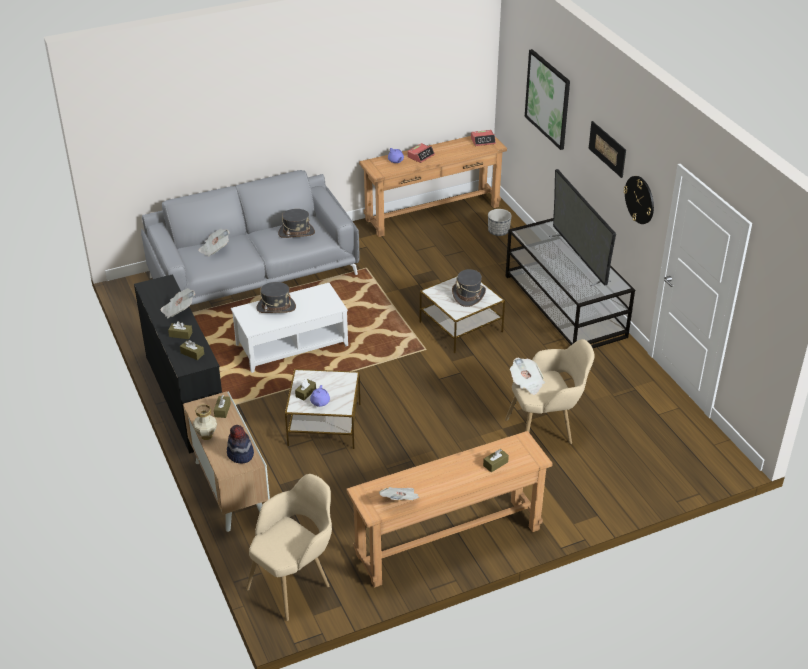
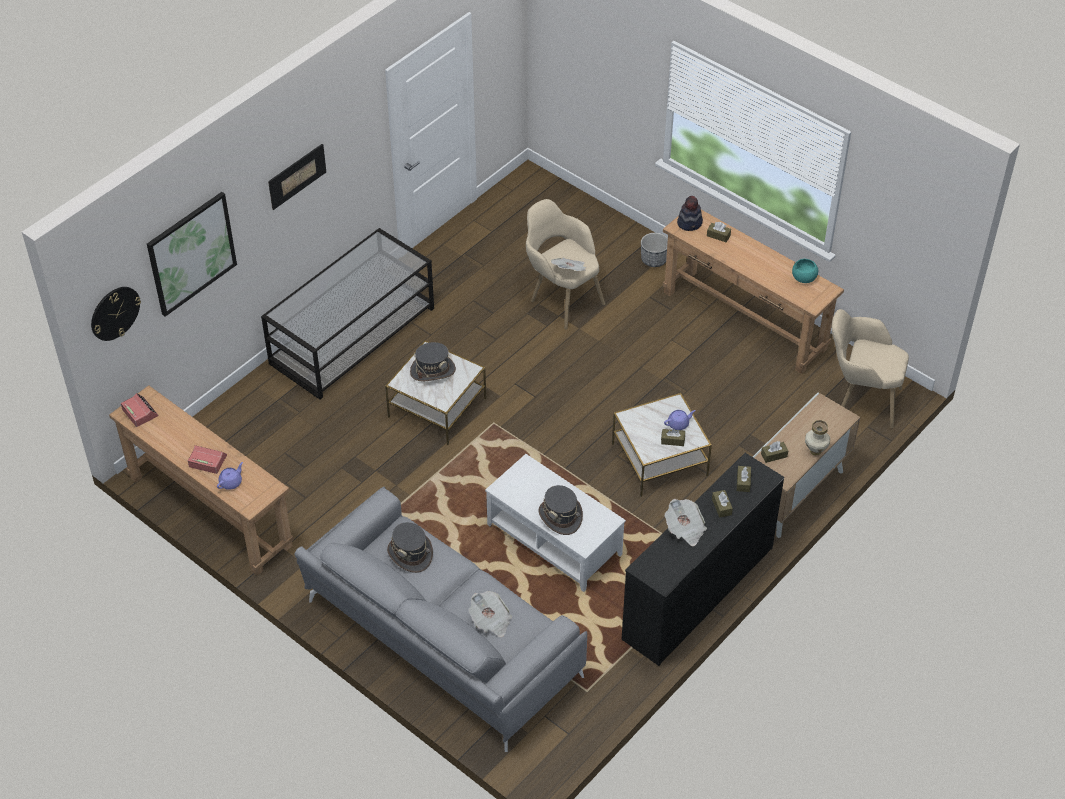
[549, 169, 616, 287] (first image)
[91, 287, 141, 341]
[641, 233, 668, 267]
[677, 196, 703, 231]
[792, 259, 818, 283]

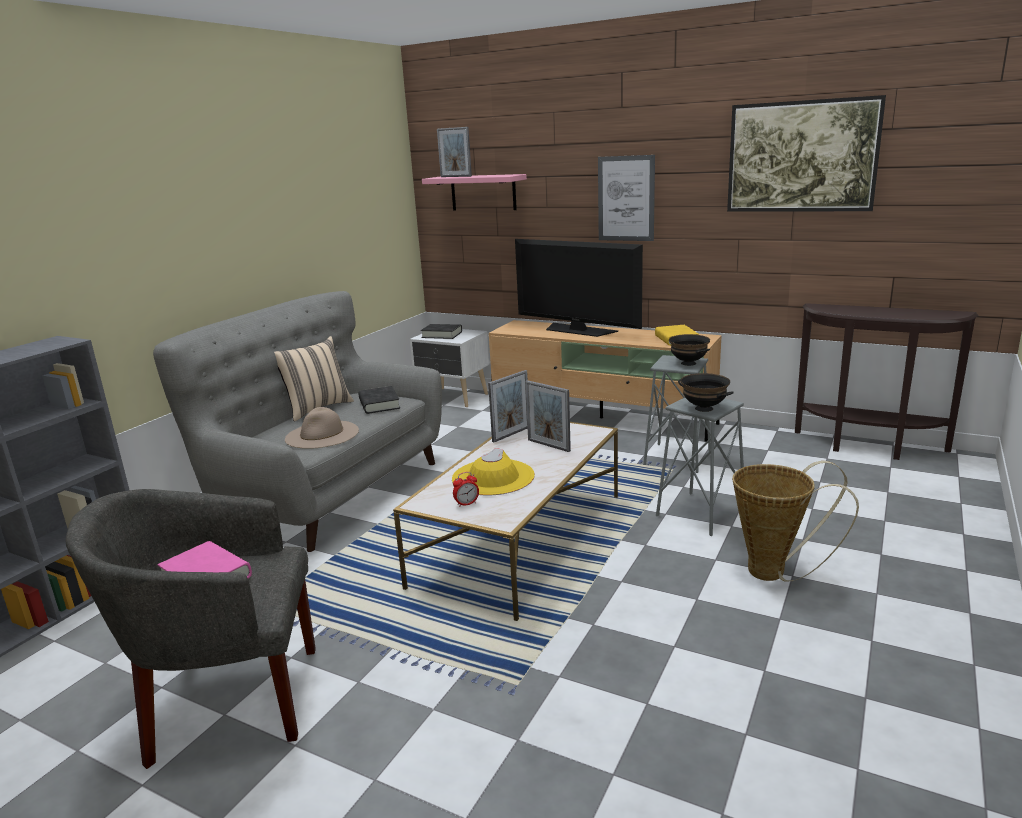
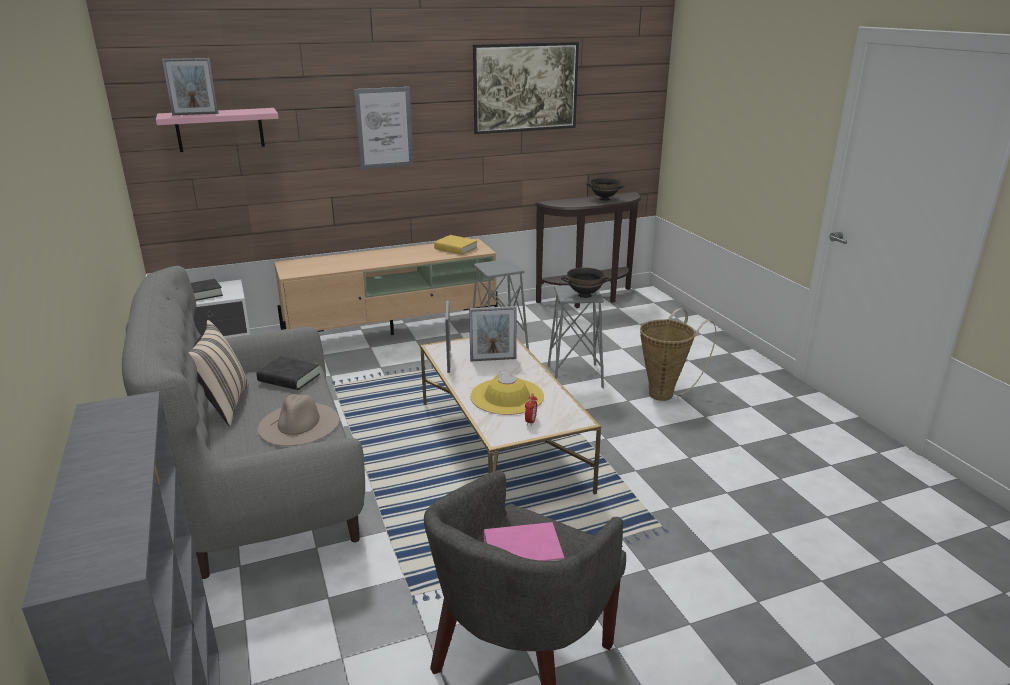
[515, 239, 643, 337] (first image)
[586, 178, 625, 201]

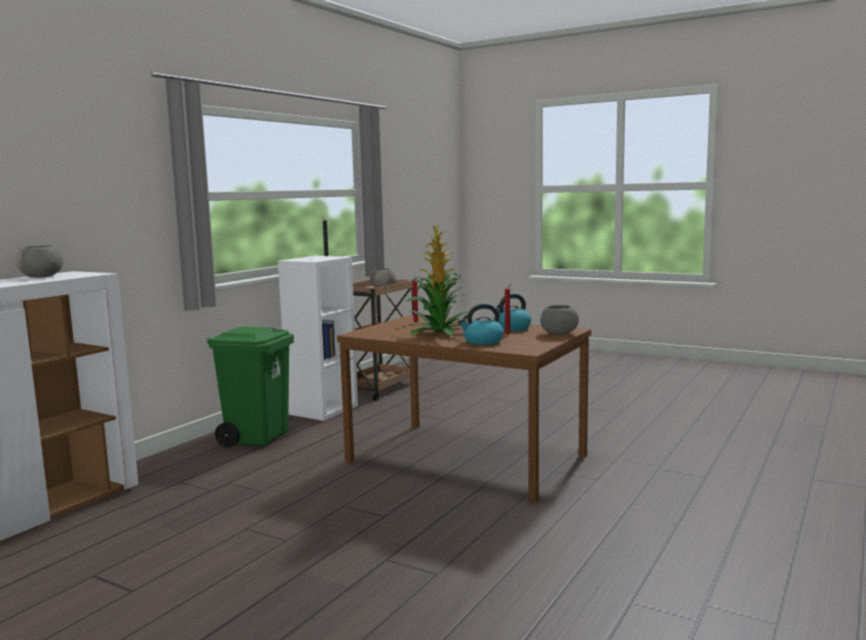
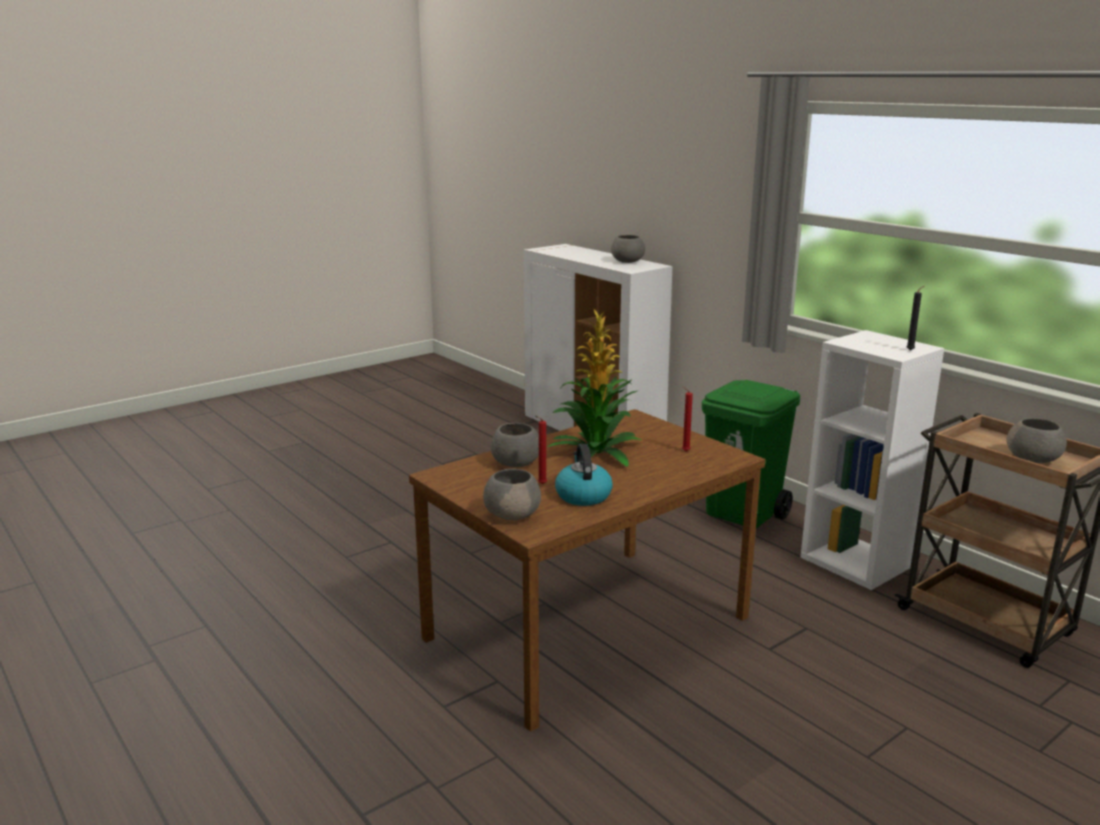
[491, 423, 539, 467]

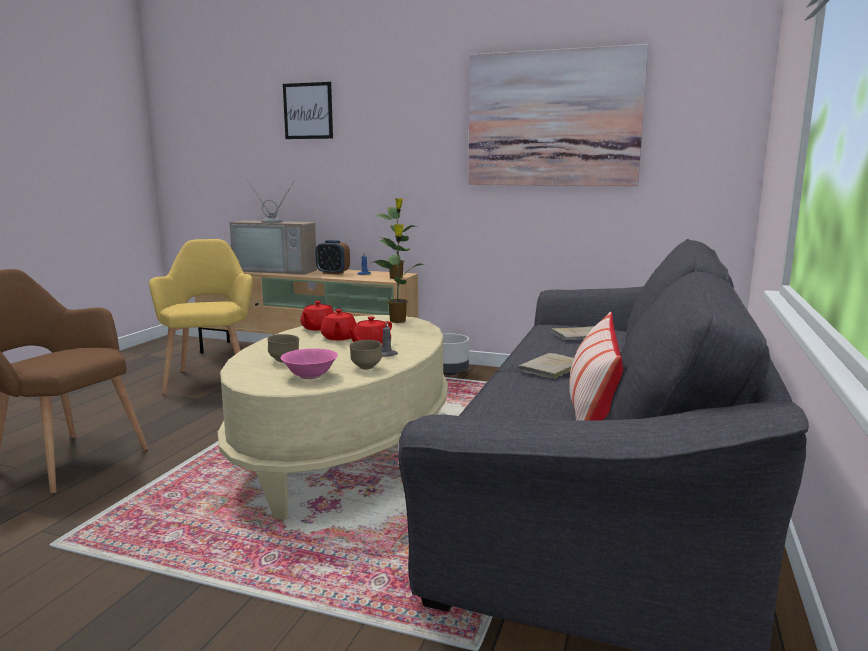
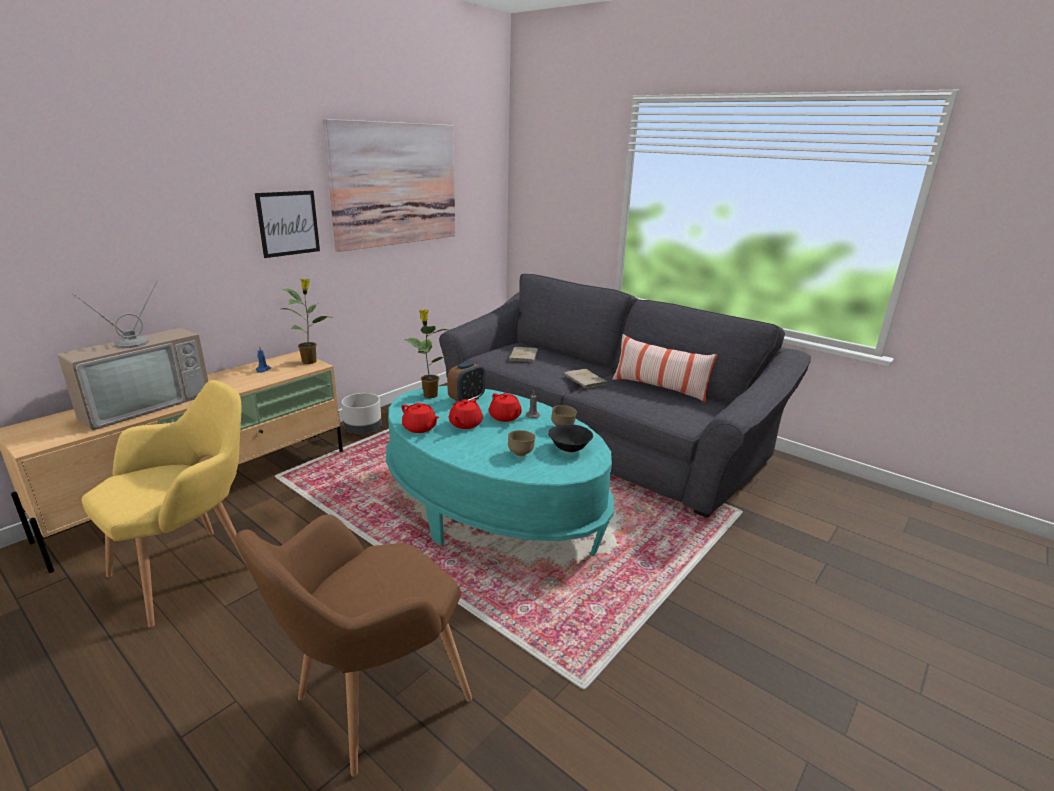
[255, 191, 320, 258]
[82, 380, 248, 627]
[447, 361, 486, 402]
[449, 399, 483, 429]
[386, 386, 614, 556]
[548, 424, 593, 453]

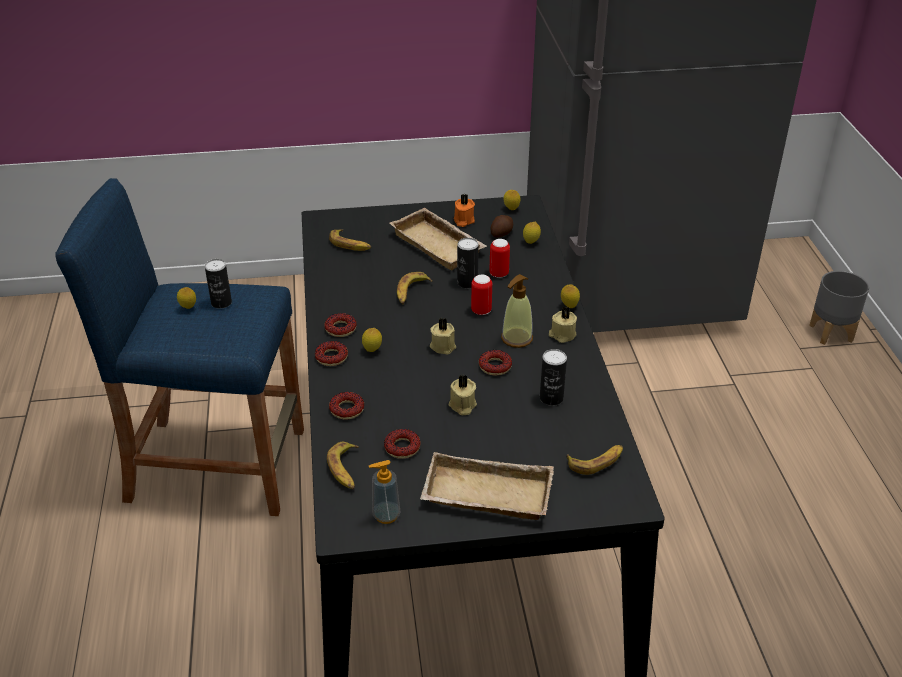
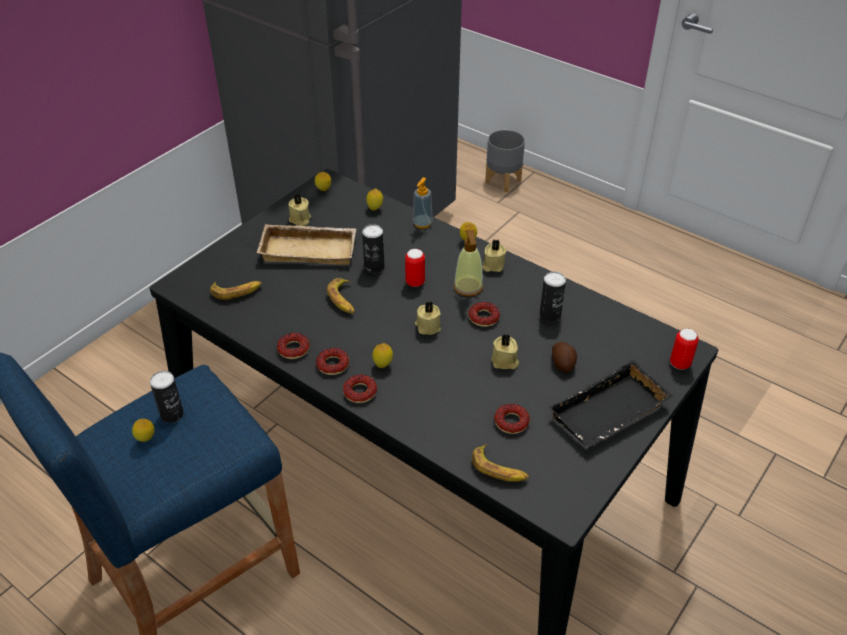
[288, 194, 311, 226]
[552, 342, 577, 373]
[670, 329, 699, 370]
[277, 333, 310, 359]
[566, 445, 623, 475] (first image)
[549, 360, 673, 448]
[413, 177, 433, 229]

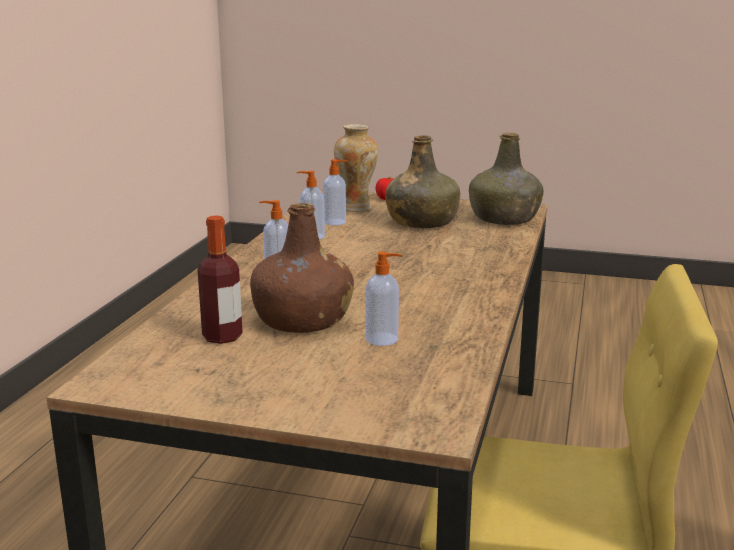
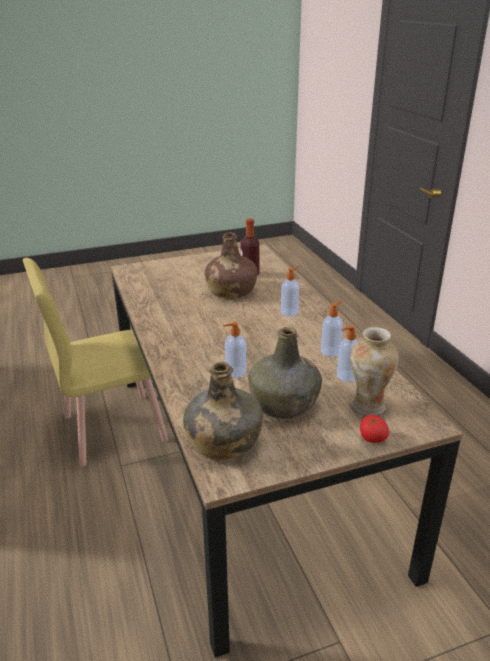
[223, 322, 246, 378]

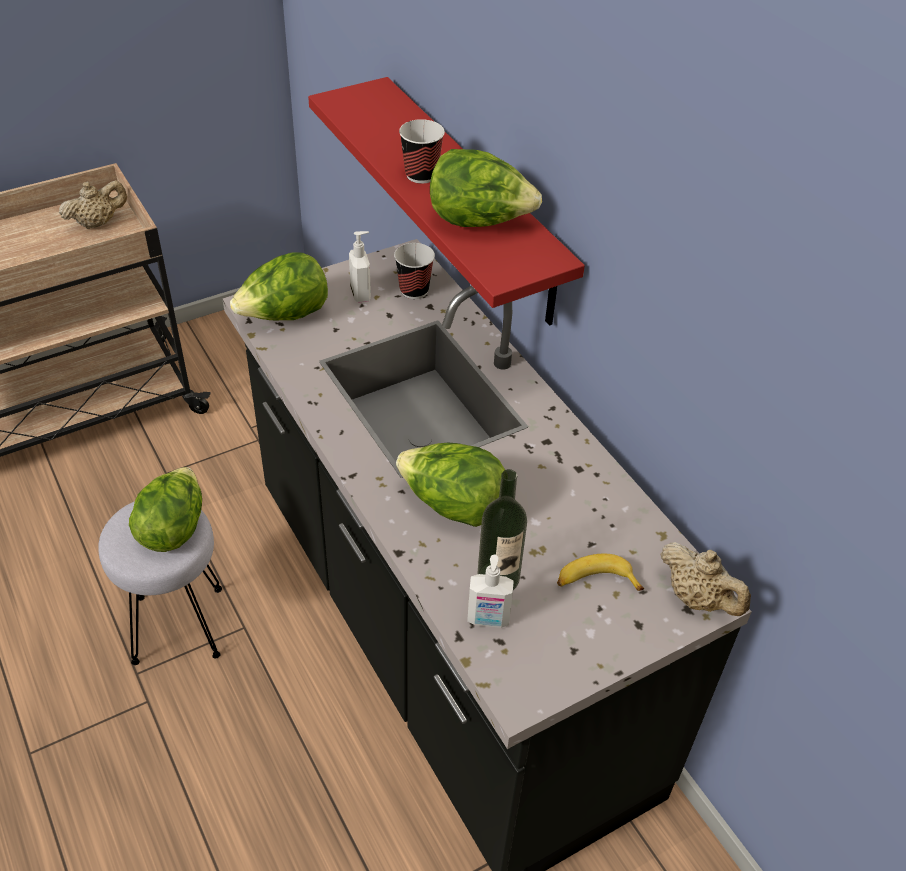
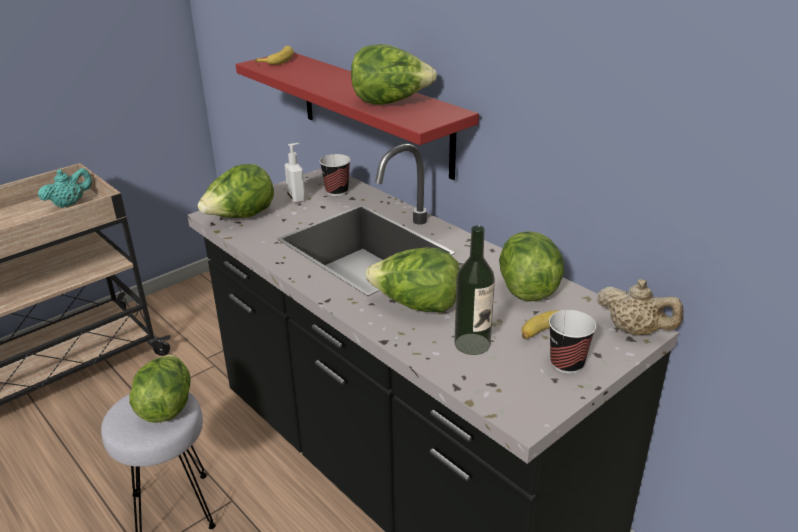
[549, 310, 596, 374]
[38, 168, 92, 208]
[467, 554, 514, 628] (first image)
[255, 46, 294, 65]
[499, 231, 564, 301]

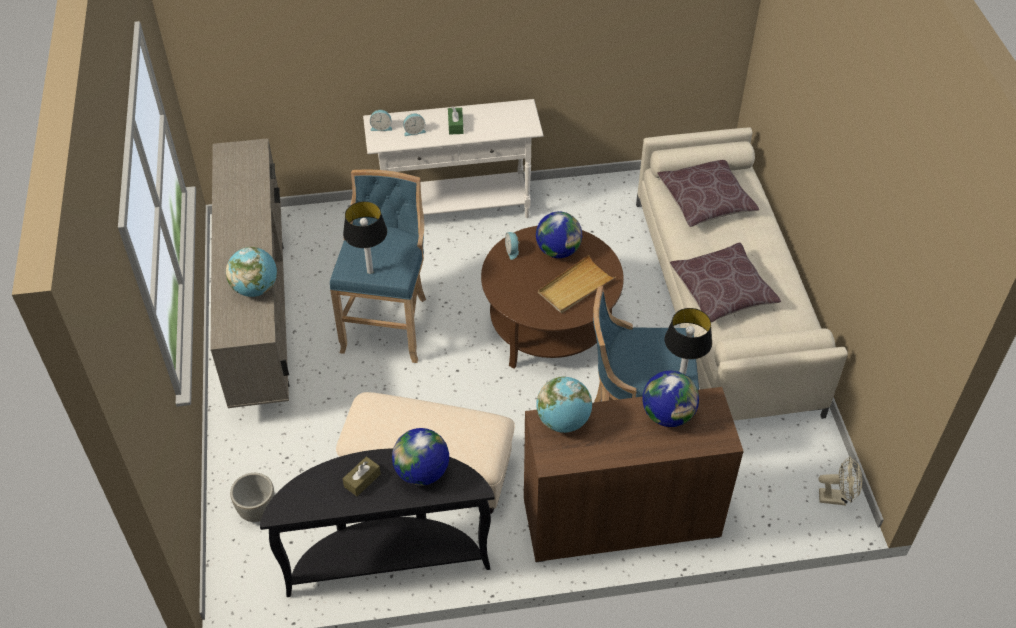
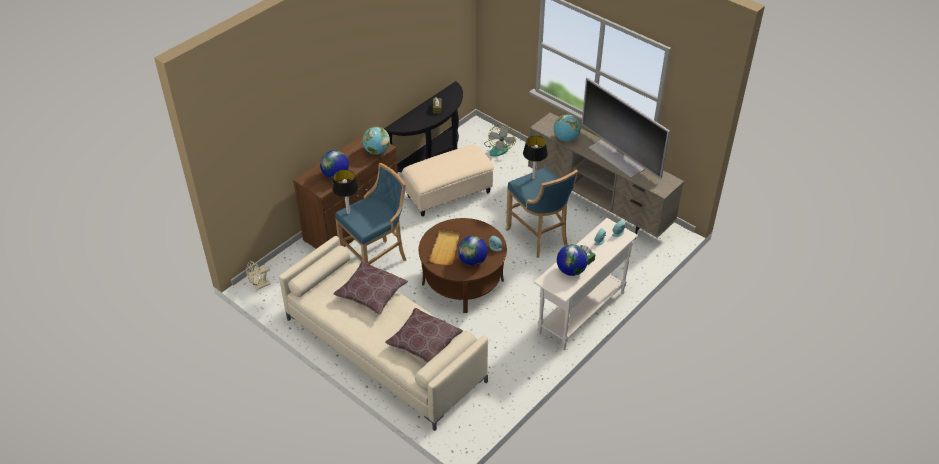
[557, 244, 588, 276]
[484, 125, 516, 156]
[581, 78, 670, 179]

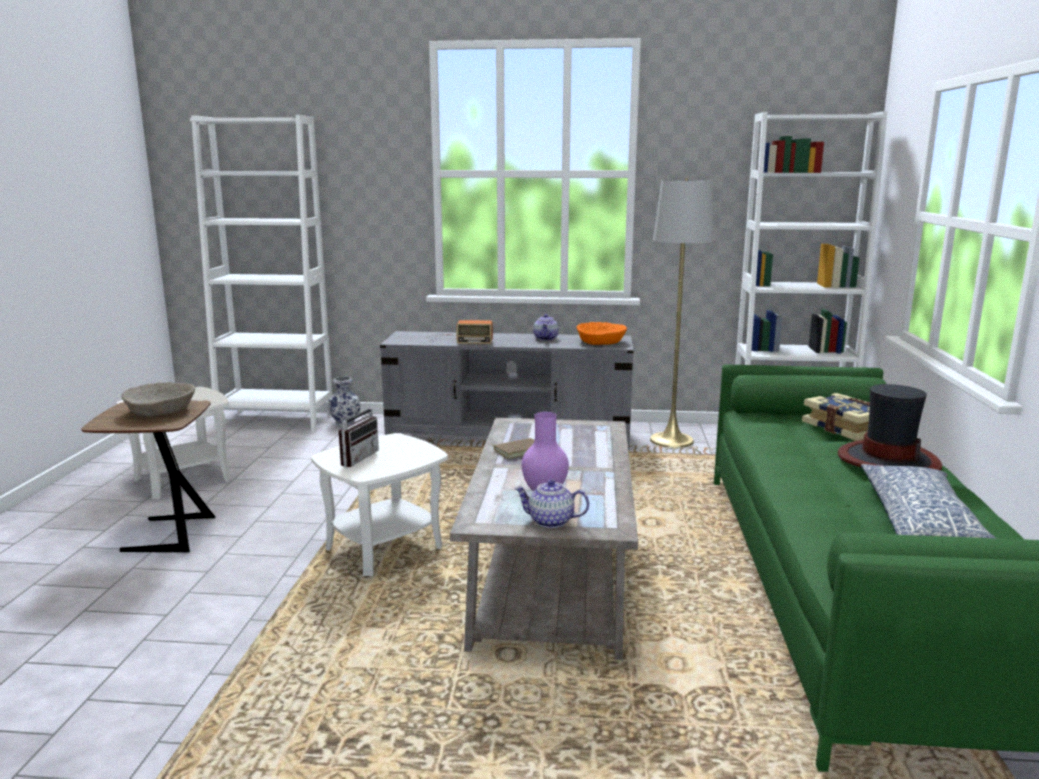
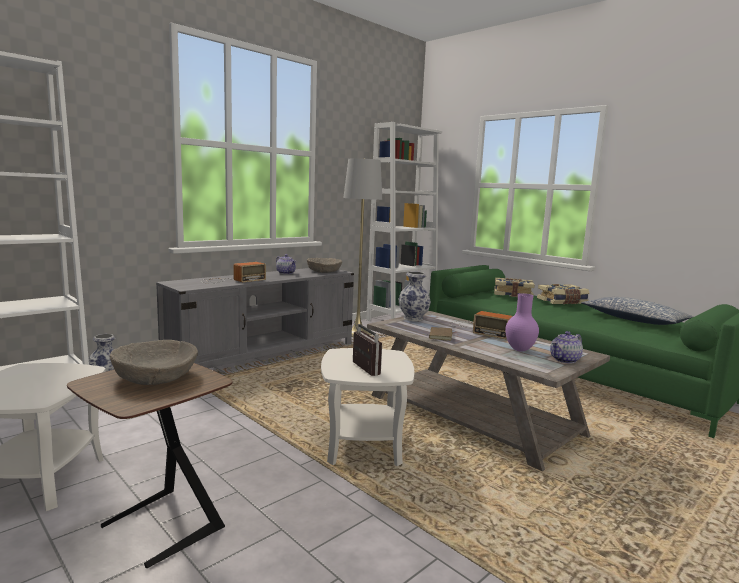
[307, 258, 342, 273]
[537, 284, 589, 304]
[398, 272, 431, 321]
[450, 311, 513, 339]

